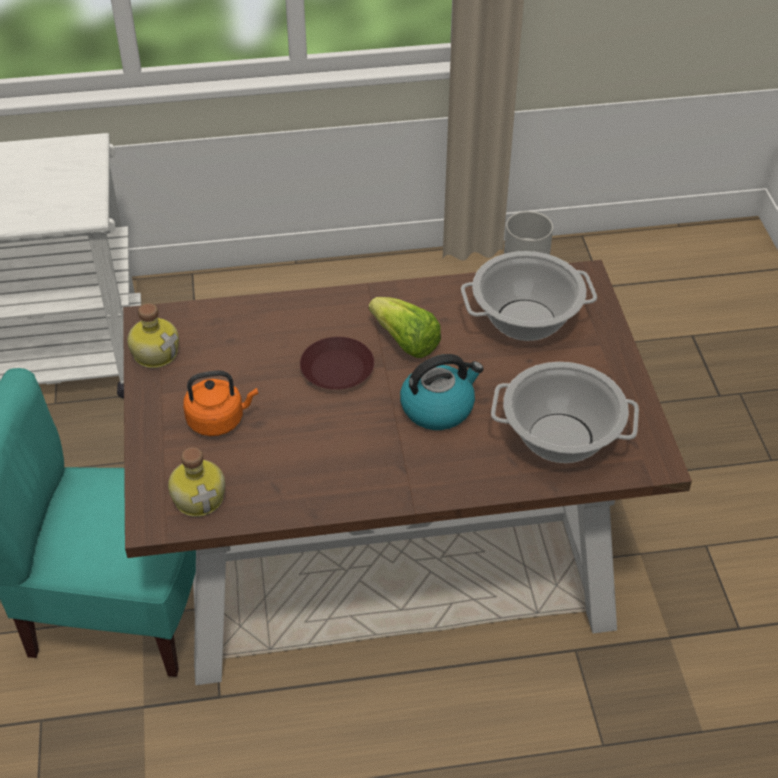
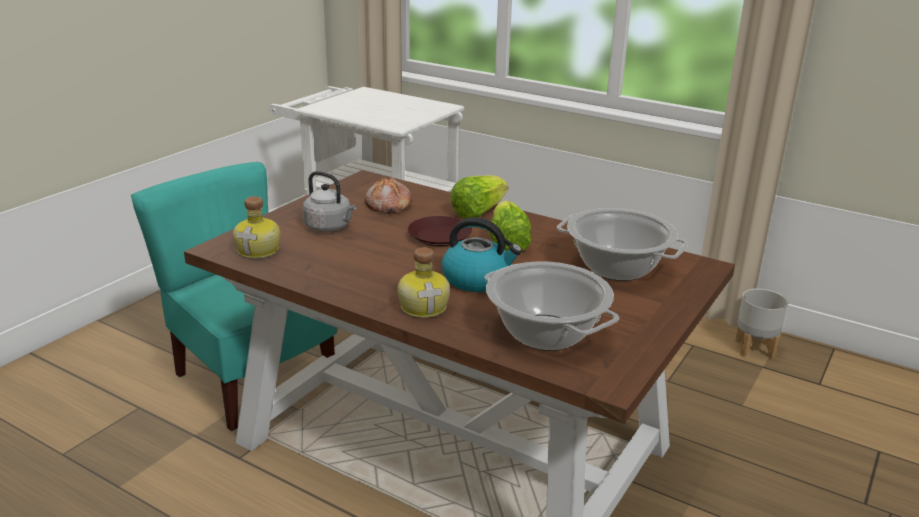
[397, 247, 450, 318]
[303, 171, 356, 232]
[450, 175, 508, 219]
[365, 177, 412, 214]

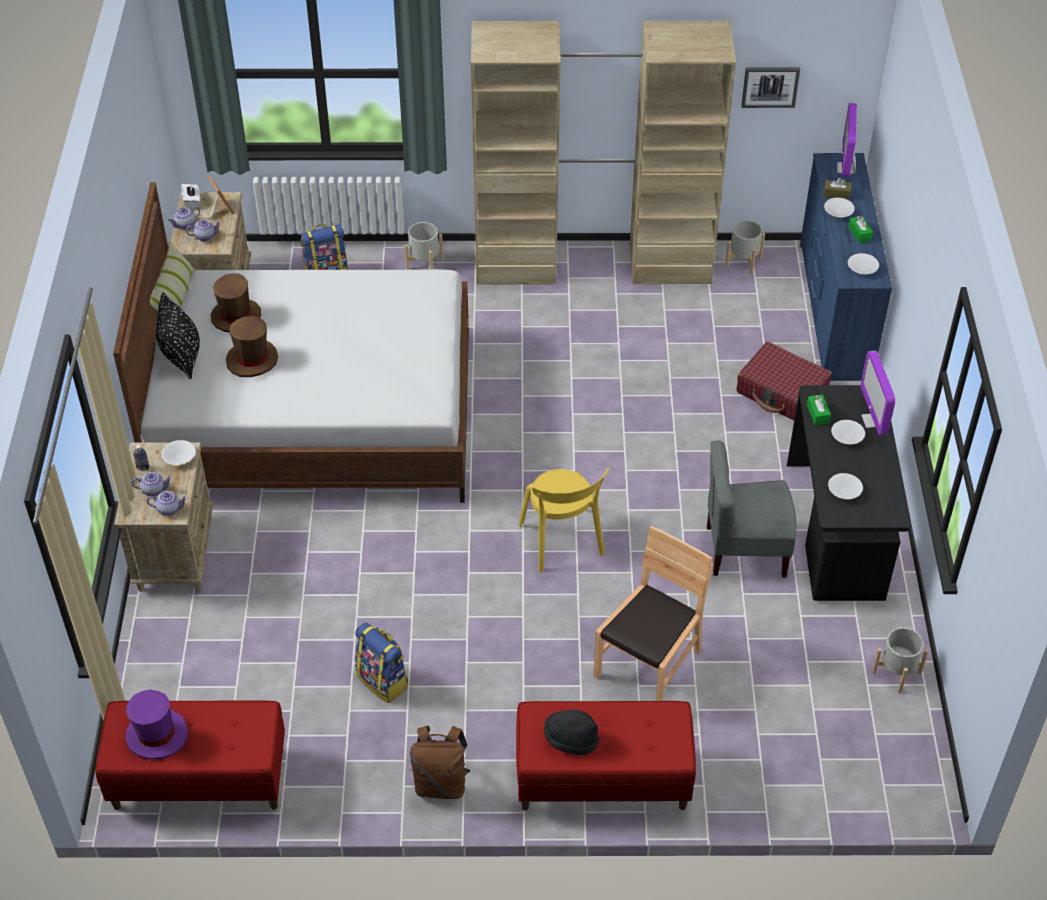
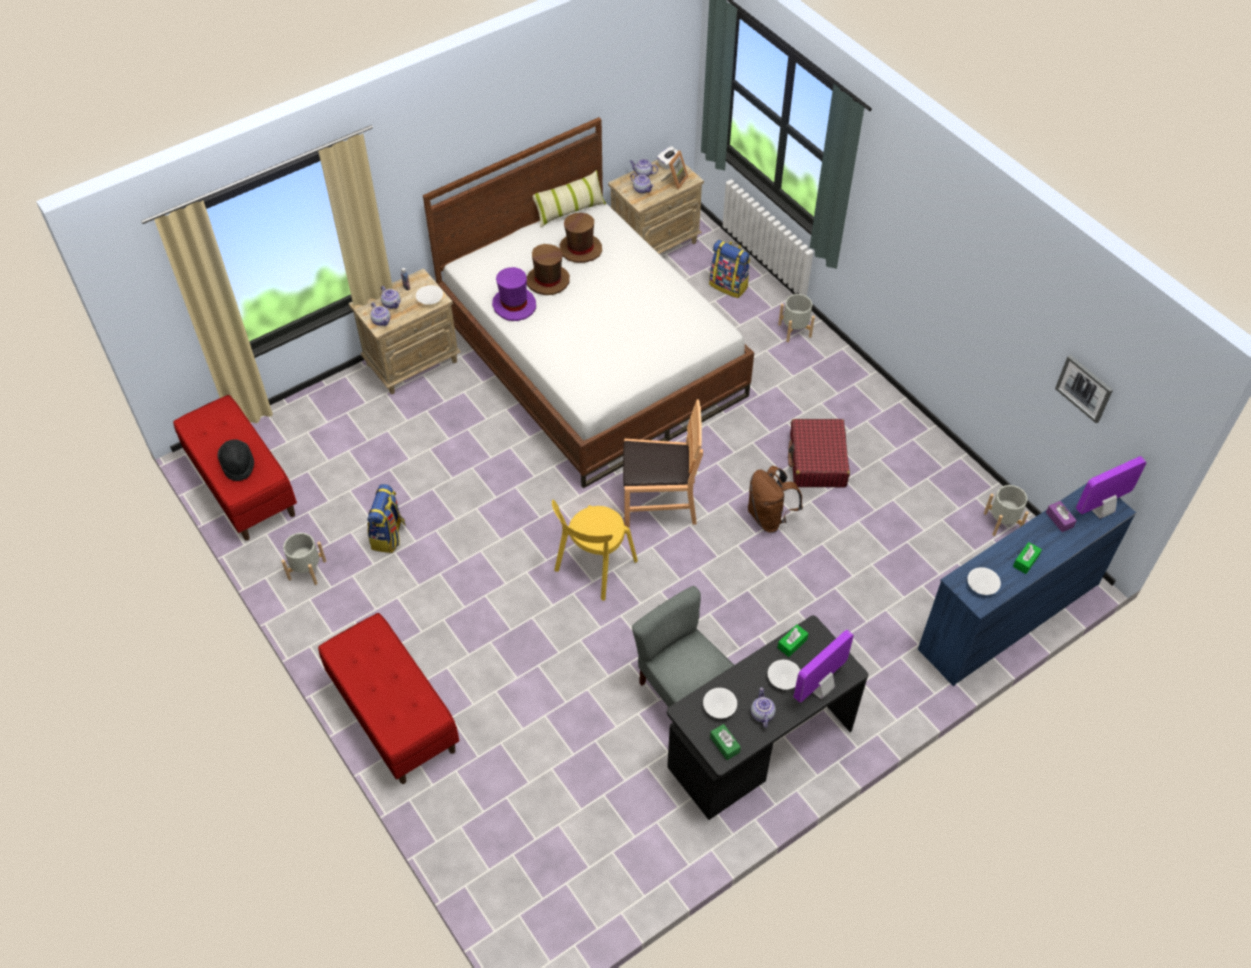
[471, 21, 736, 285] (first image)
[1046, 501, 1077, 532]
[824, 198, 855, 218] (first image)
[156, 292, 200, 379] (first image)
[788, 419, 850, 488]
[623, 400, 703, 527]
[281, 533, 326, 585]
[492, 267, 536, 321]
[217, 439, 254, 481]
[748, 466, 803, 533]
[751, 687, 776, 728]
[710, 724, 741, 760]

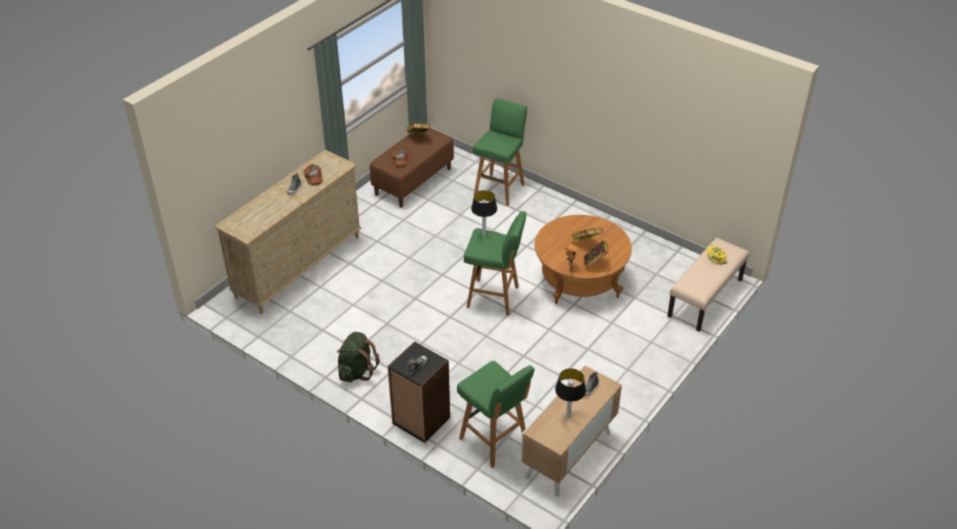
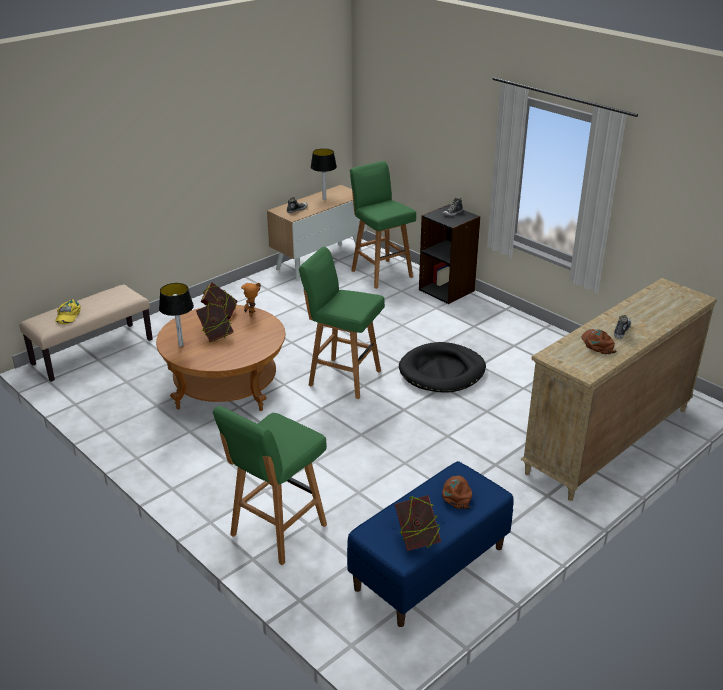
[347, 461, 514, 627]
[159, 283, 194, 347]
[337, 332, 380, 382] (first image)
[399, 342, 486, 393]

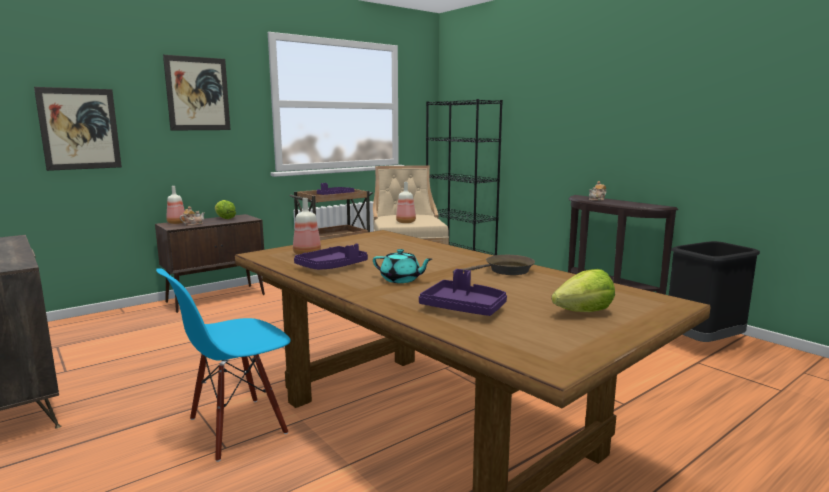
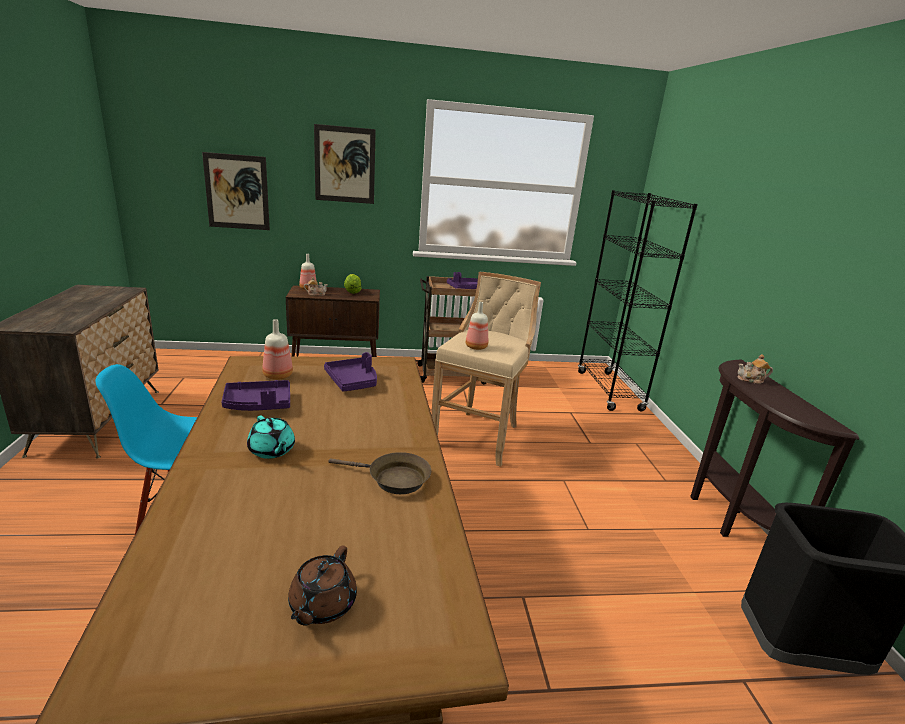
[324, 352, 377, 392]
[288, 546, 357, 626]

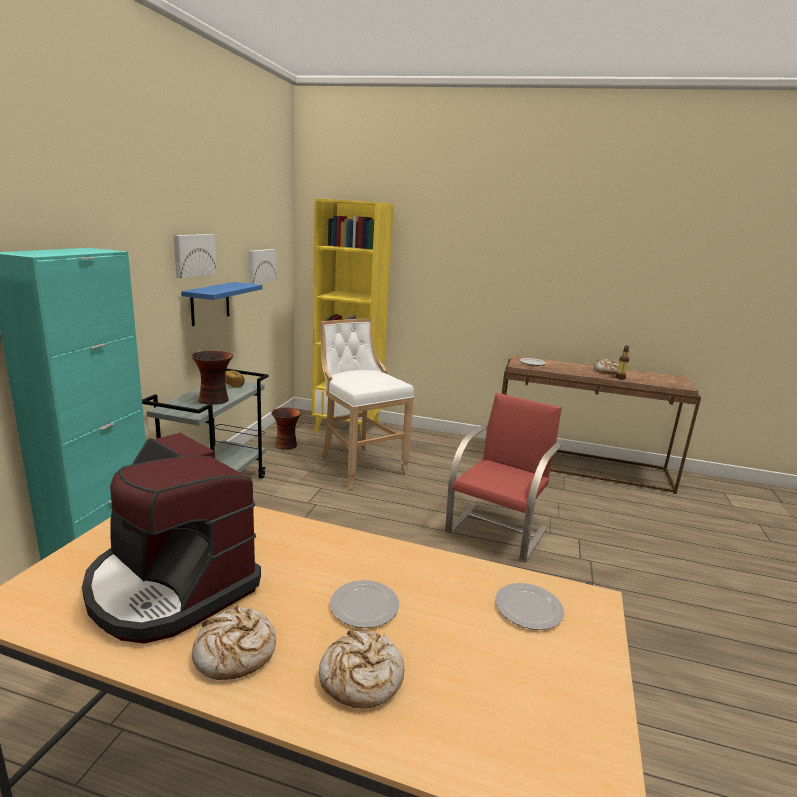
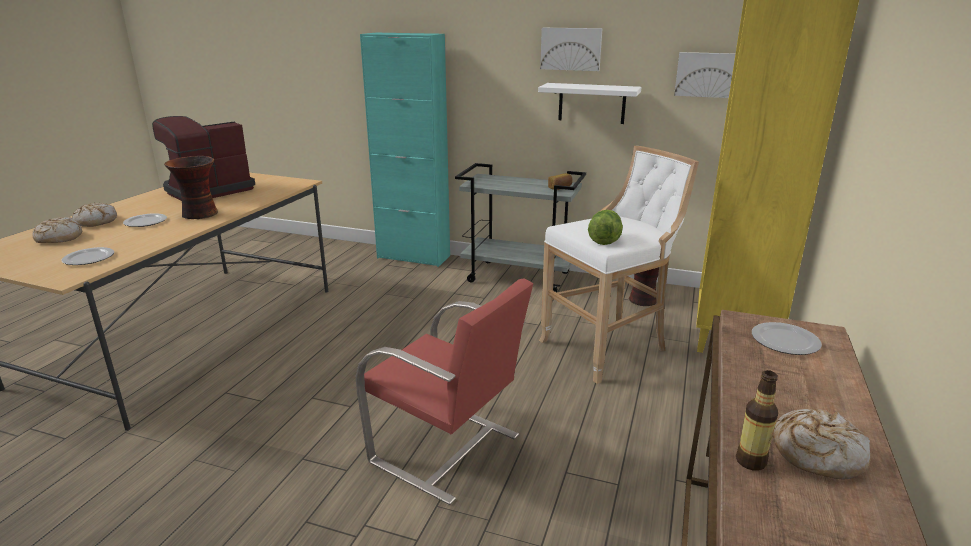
[538, 83, 641, 124]
[164, 156, 218, 219]
[32, 217, 82, 243]
[588, 210, 623, 245]

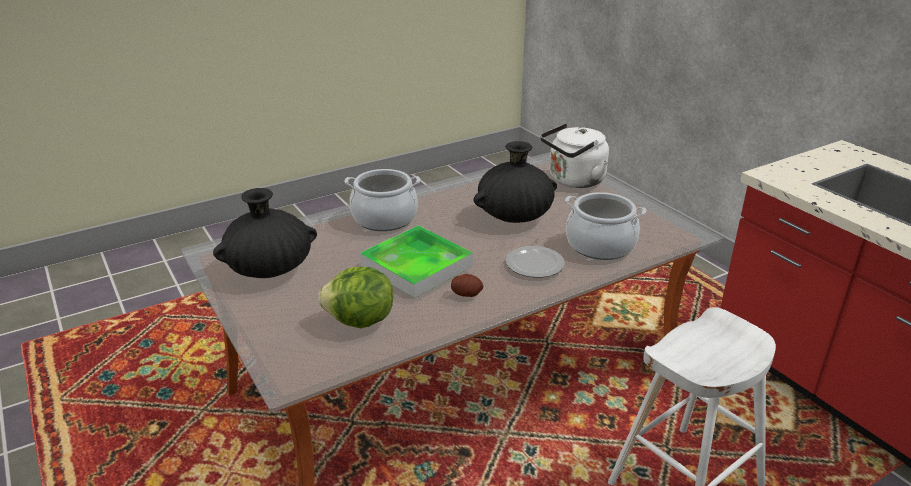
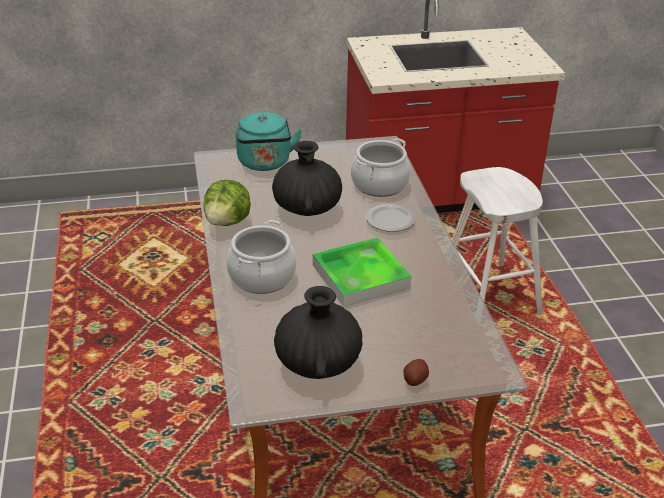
[236, 112, 302, 171]
[204, 180, 251, 226]
[403, 359, 429, 386]

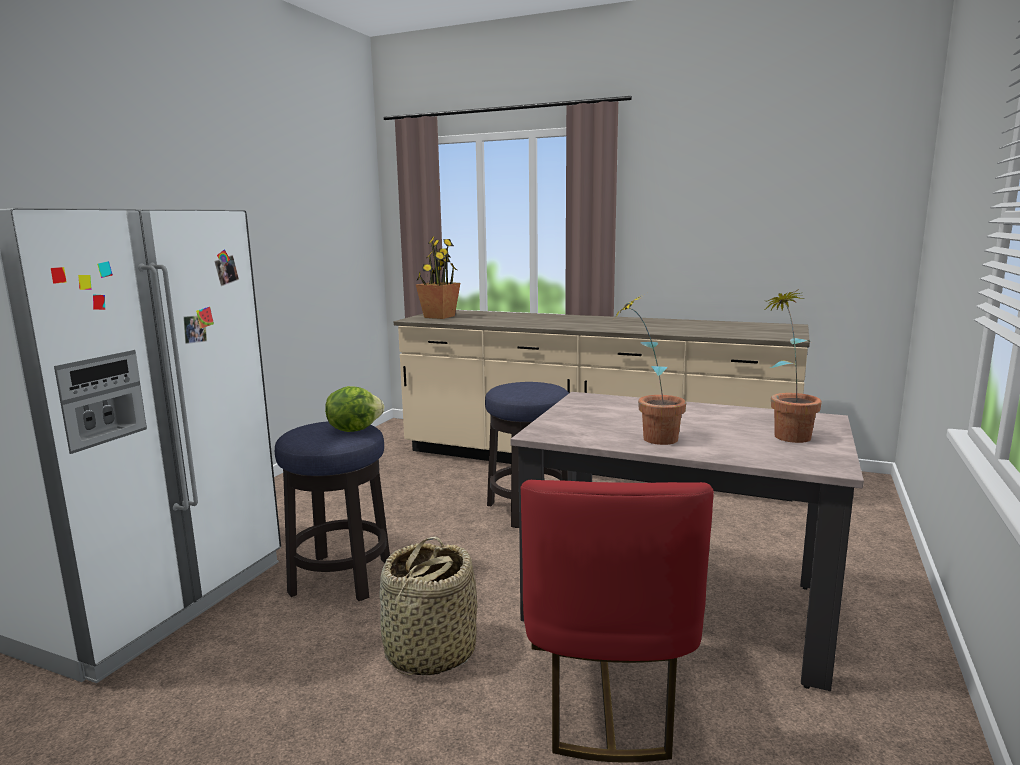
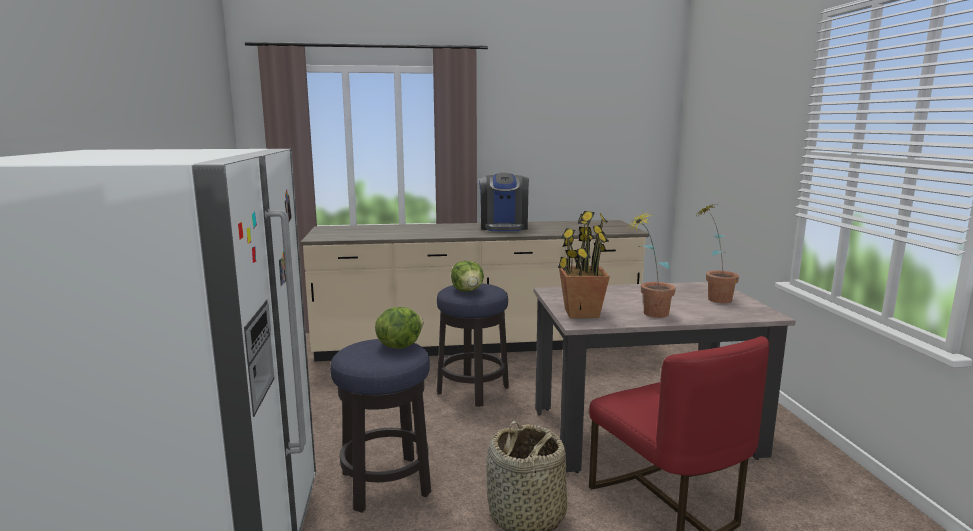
[558, 211, 610, 318]
[479, 173, 529, 231]
[451, 261, 484, 292]

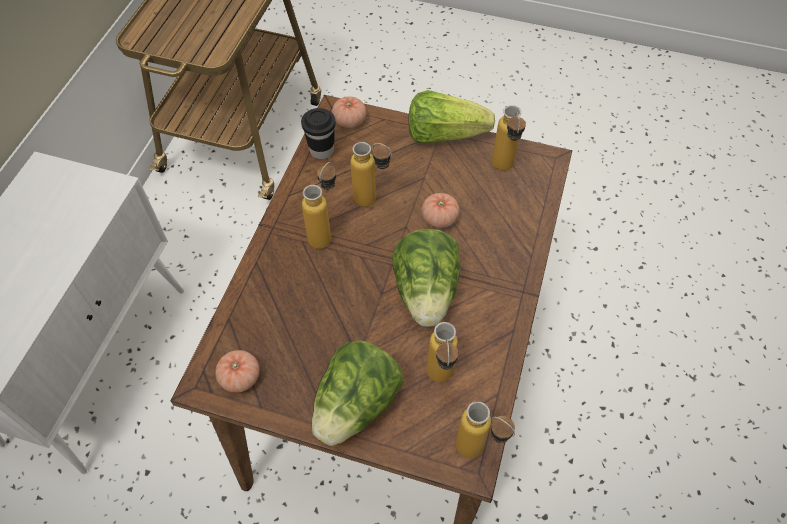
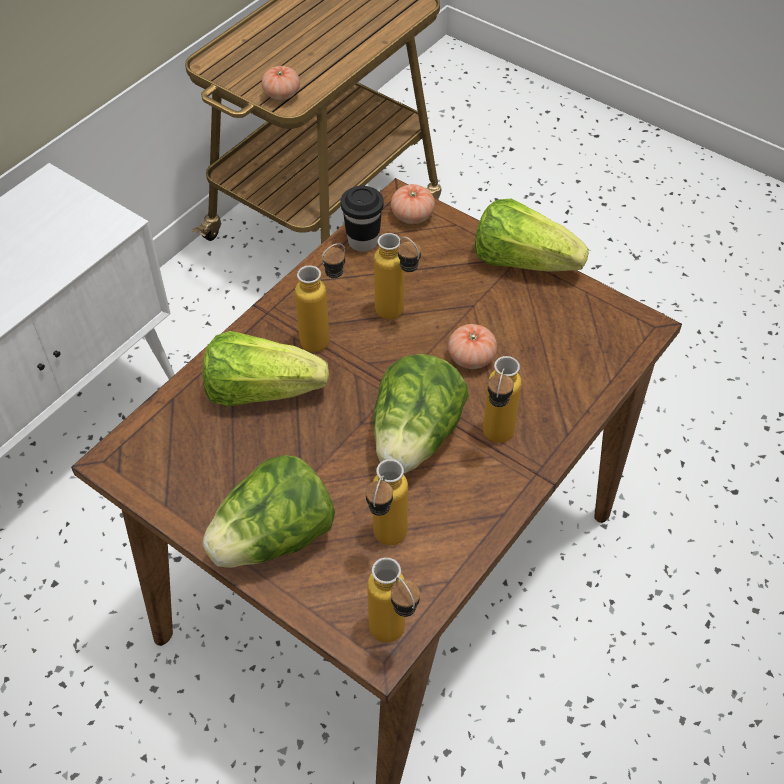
[483, 356, 522, 443]
[261, 66, 300, 100]
[203, 331, 329, 407]

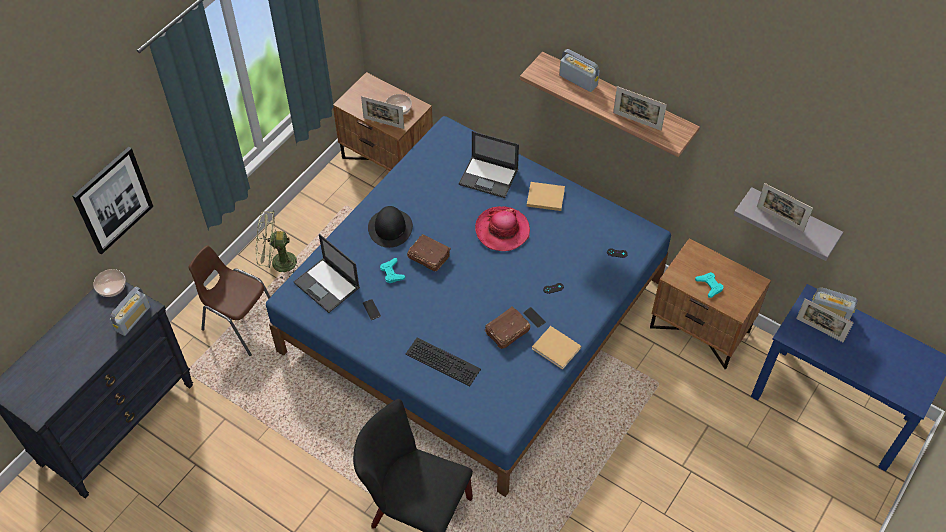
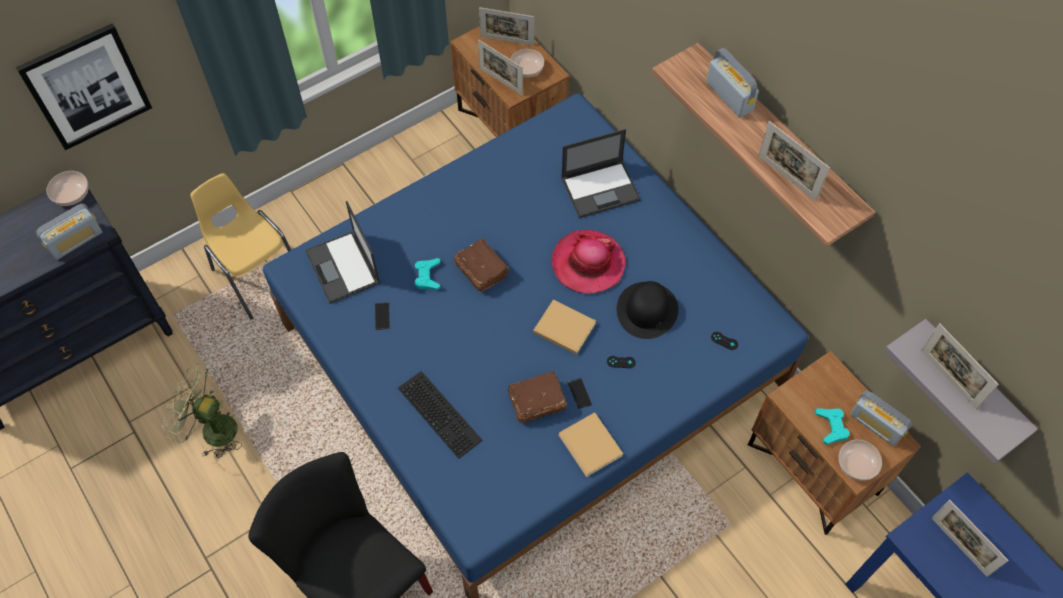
[561, 129, 641, 218]
[533, 300, 596, 355]
[617, 281, 679, 339]
[162, 363, 242, 458]
[190, 173, 291, 320]
[850, 391, 912, 446]
[479, 7, 534, 46]
[839, 440, 882, 481]

